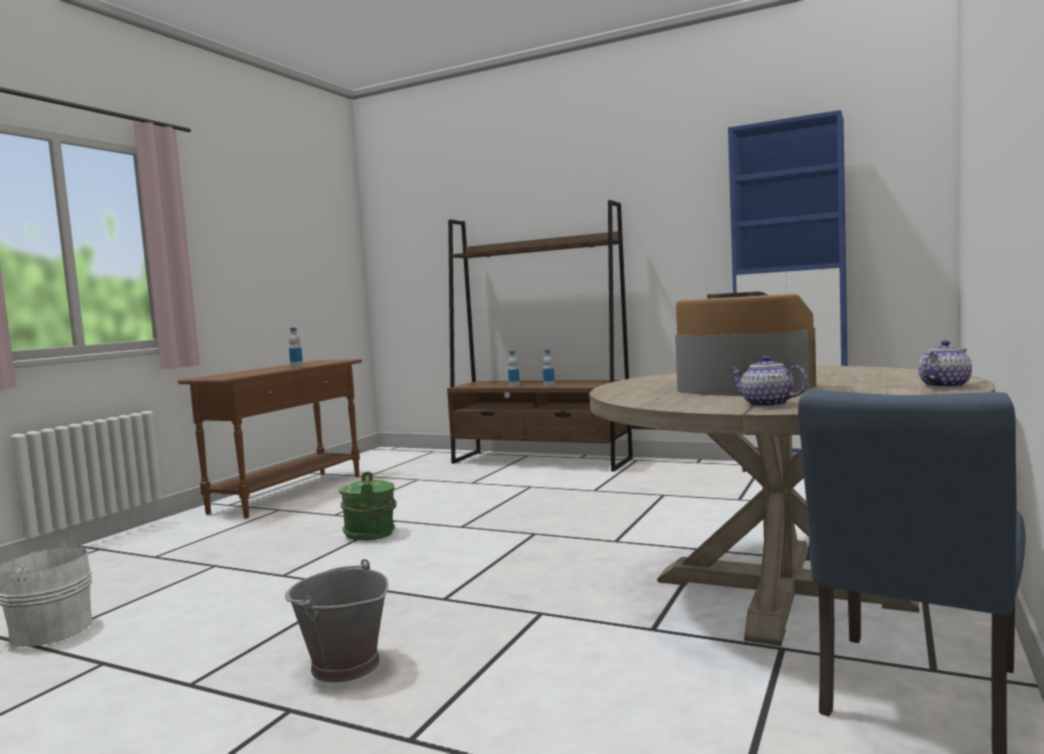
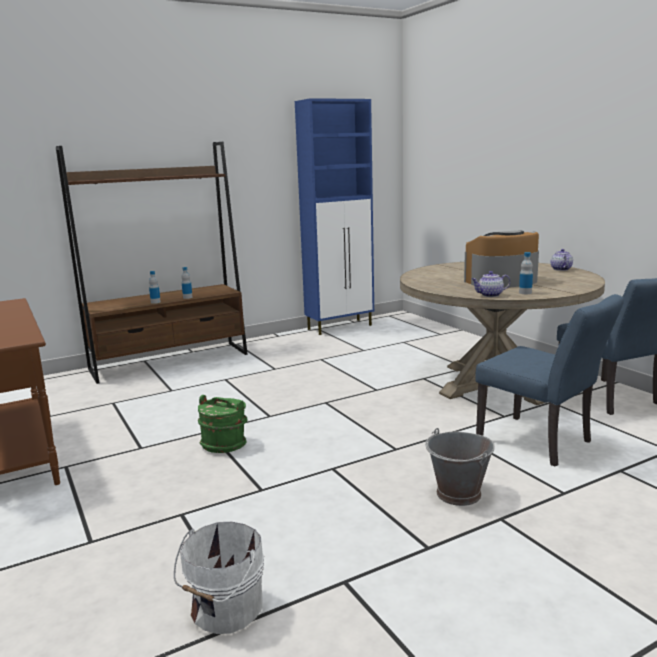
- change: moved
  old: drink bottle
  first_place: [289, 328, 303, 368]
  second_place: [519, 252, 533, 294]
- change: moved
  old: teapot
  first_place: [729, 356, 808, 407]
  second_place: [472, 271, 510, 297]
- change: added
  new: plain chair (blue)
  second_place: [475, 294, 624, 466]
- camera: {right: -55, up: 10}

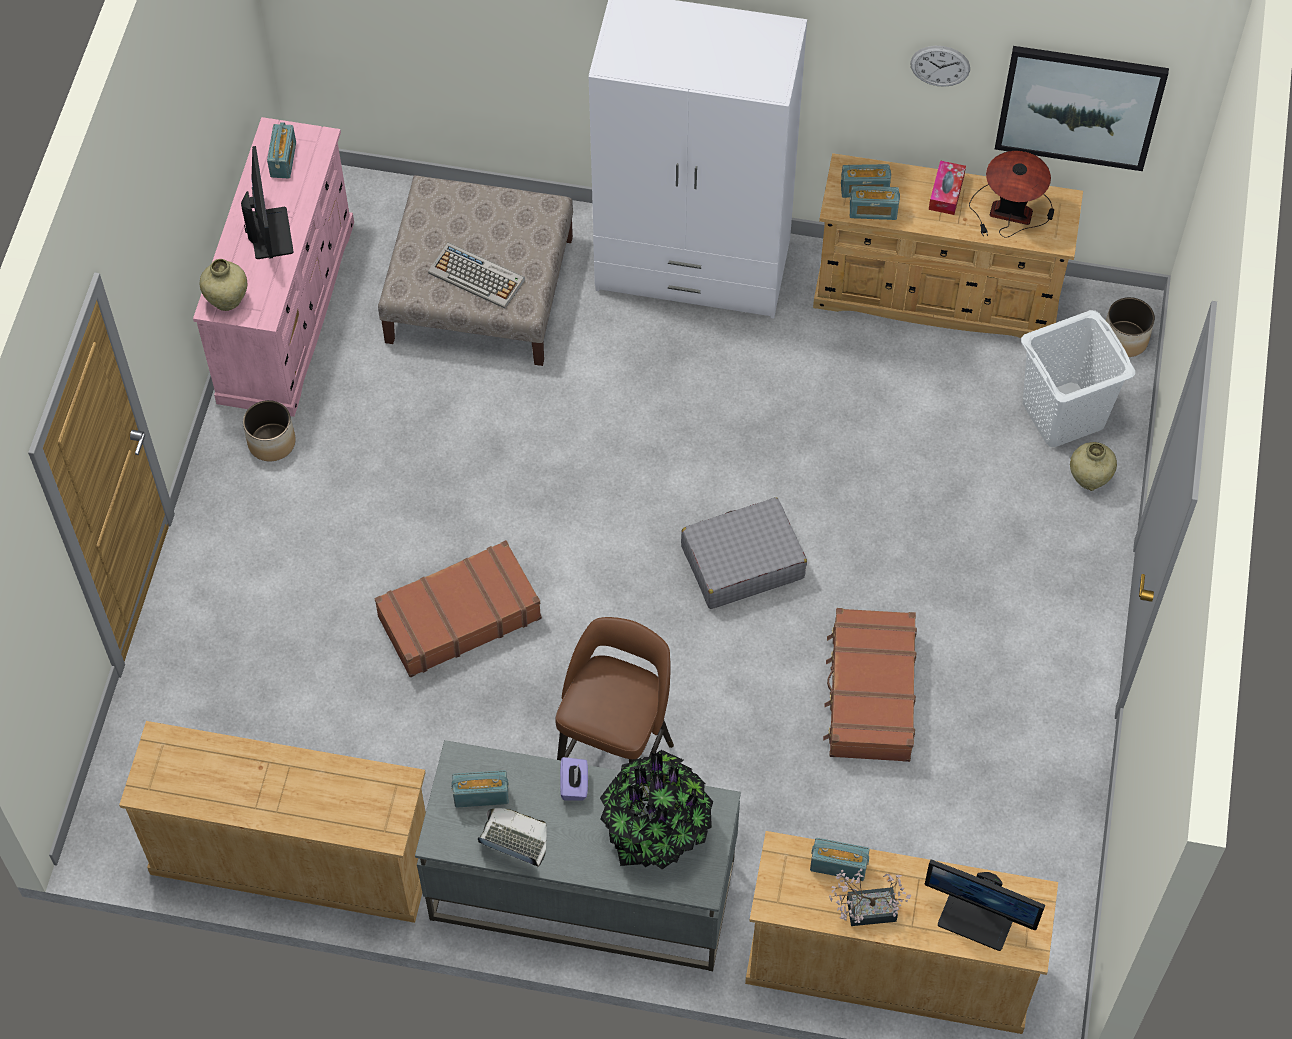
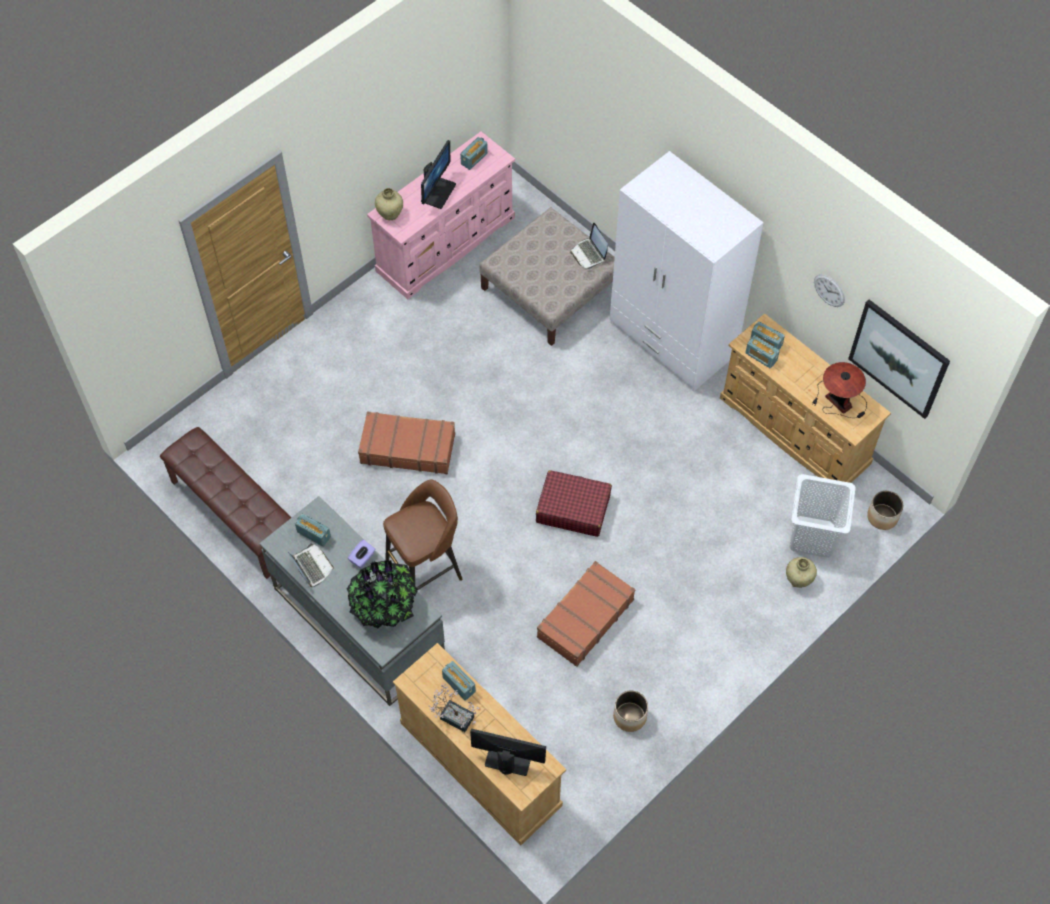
- change: replaced
  old: drawer chest (beige-coloured)
  new: bench (brown-coloured)
  first_place: [119, 721, 426, 923]
  second_place: [160, 427, 291, 579]
- change: moved
  old: planter
  first_place: [243, 400, 296, 461]
  second_place: [613, 691, 648, 732]
- change: removed
  old: PC keyboard
  first_place: [428, 242, 525, 309]
- change: recoloured
  old: travel case (gray)
  new: travel case (red-coloured)
  first_place: [681, 497, 807, 609]
  second_place: [536, 470, 612, 537]
- change: turned
  old: computer screen
  first_place: [925, 860, 1045, 951]
  second_place: [470, 729, 546, 776]
  degrees: 135
- change: removed
  old: tissue box
  first_place: [929, 160, 966, 215]
- change: added
  new: laptop
  second_place: [570, 223, 608, 269]
- camera: {right: 35, up: 0}

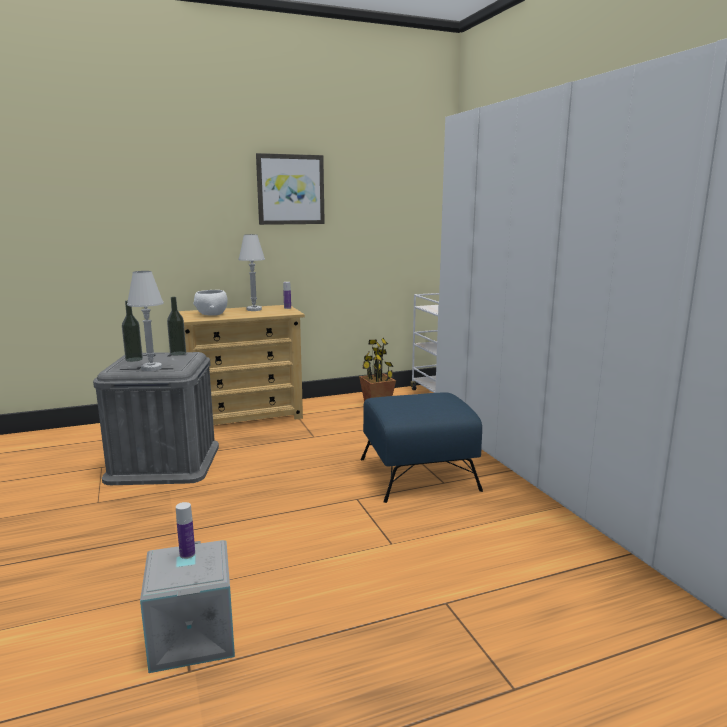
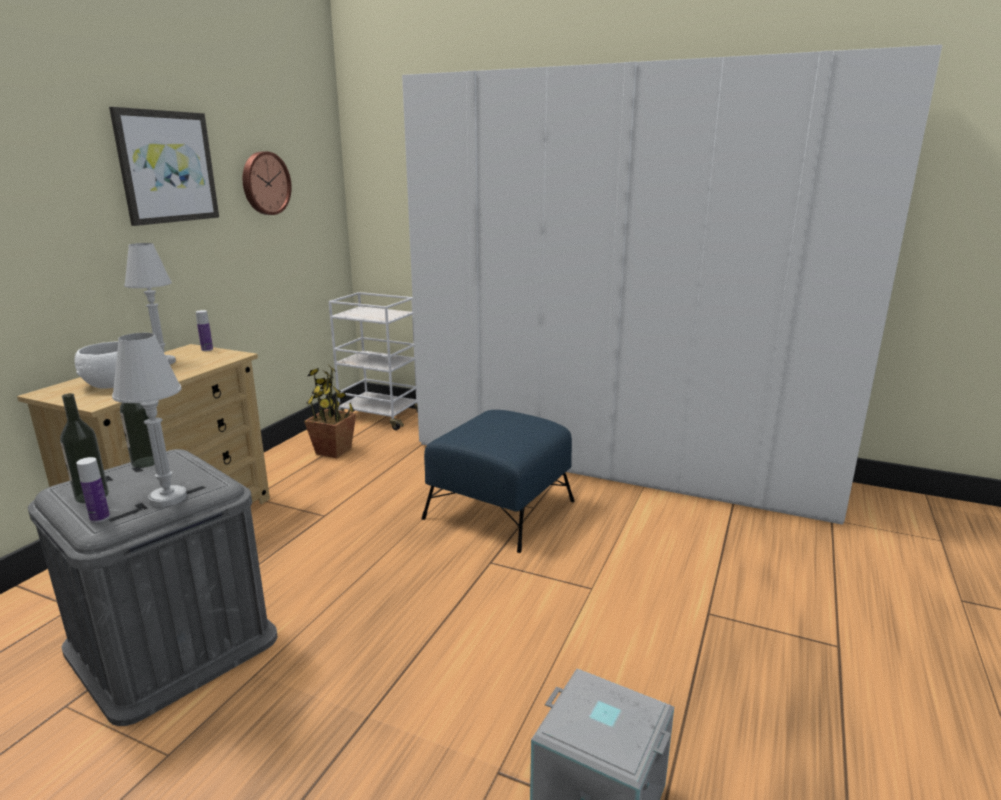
- change: moved
  old: drink bottle
  first_place: [176, 502, 195, 559]
  second_place: [76, 457, 110, 523]
- change: added
  new: clock on the wall
  second_place: [243, 152, 292, 215]
- camera: {right: -45, up: 5}

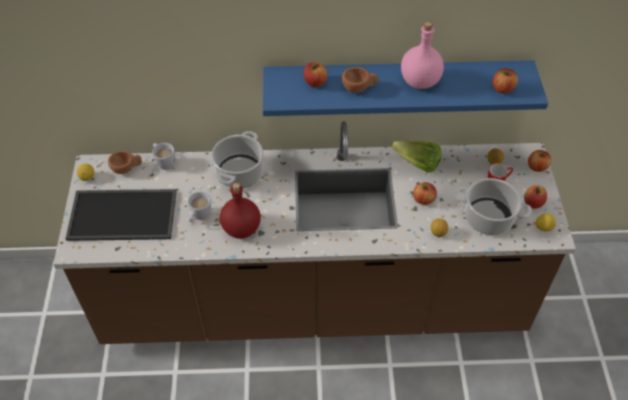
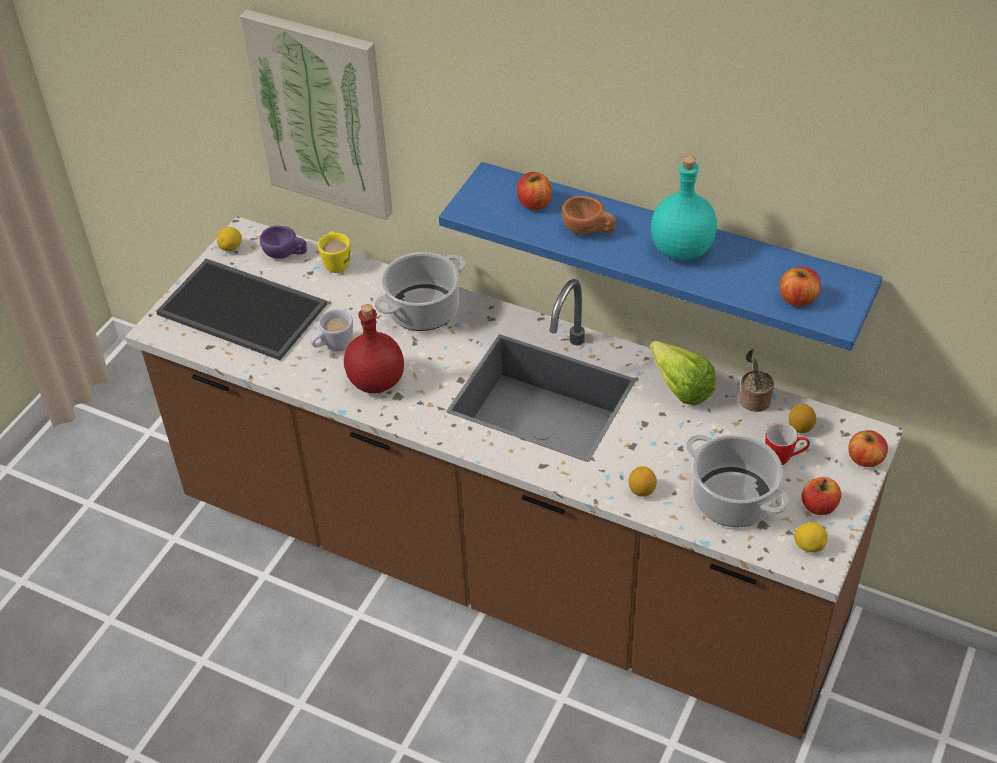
- change: recoloured
  old: drinking cup (brown-coloured)
  new: drinking cup (purple-coloured)
  first_place: [108, 151, 142, 174]
  second_place: [260, 226, 307, 259]
- change: recoloured
  old: coffee mug (white-coloured)
  new: coffee mug (yellow)
  first_place: [152, 143, 175, 170]
  second_place: [318, 231, 350, 273]
- change: recoloured
  old: drink bottle (pink-coloured)
  new: drink bottle (turquoise-coloured)
  first_place: [401, 22, 444, 89]
  second_place: [651, 156, 717, 260]
- change: removed
  old: apple
  first_place: [413, 182, 437, 205]
- change: added
  new: wall art
  second_place: [240, 9, 393, 220]
- change: added
  new: plant in a pot
  second_place: [739, 348, 774, 412]
- camera: {right: 30, up: -5}

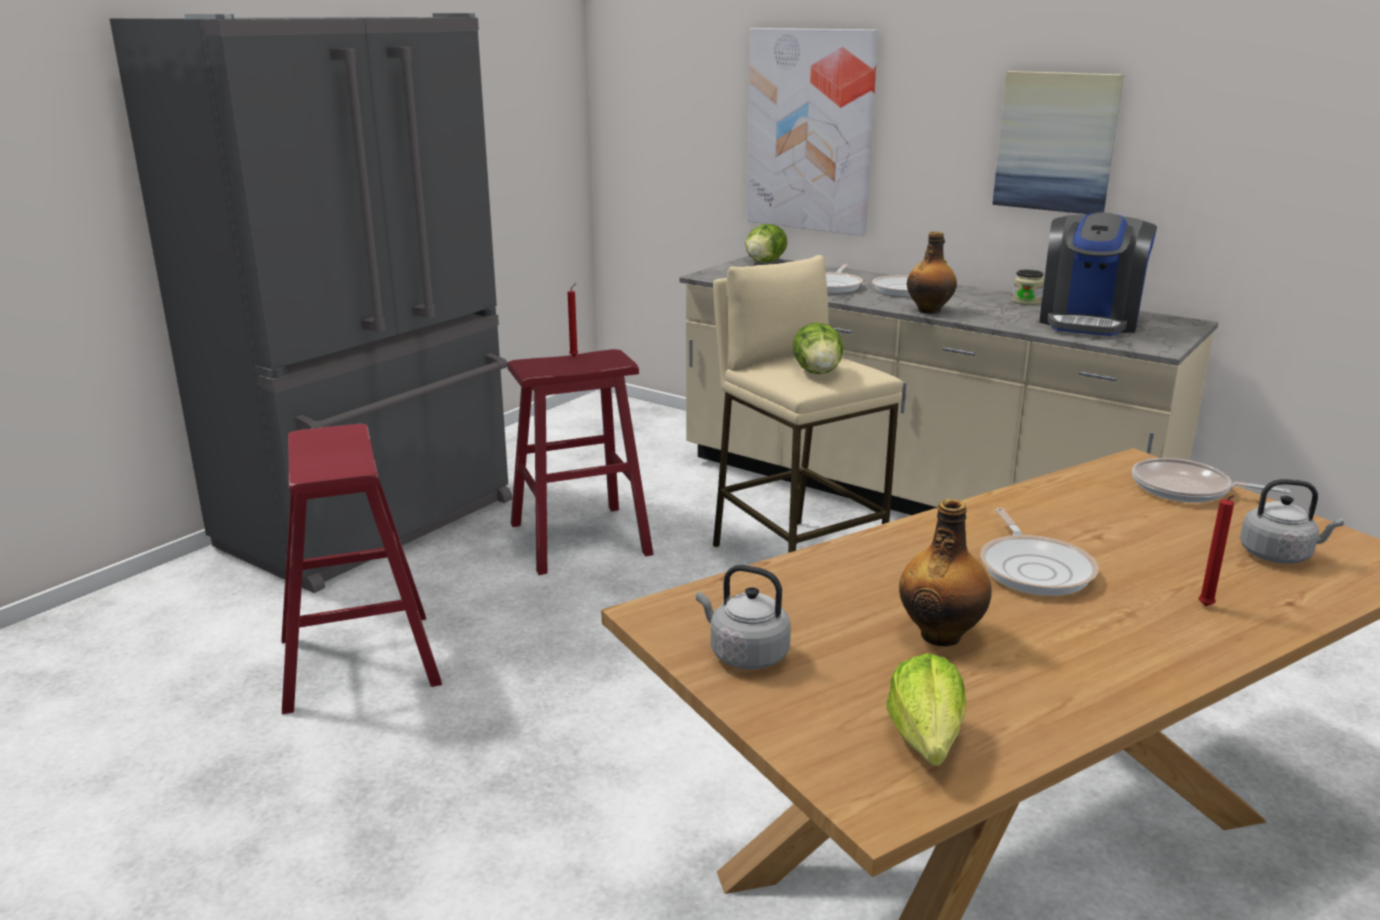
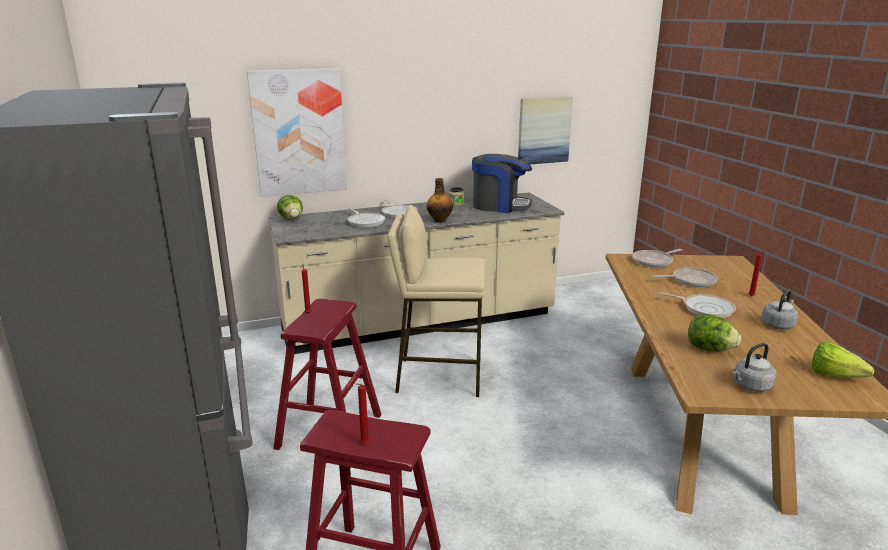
- change: moved
  old: lettuce head
  first_place: [793, 322, 844, 374]
  second_place: [688, 314, 741, 352]
- change: removed
  old: drink bottle
  first_place: [899, 499, 992, 646]
- change: moved
  old: wall art
  first_place: [992, 71, 1124, 214]
  second_place: [518, 96, 573, 165]
- change: turned
  old: coffee brewer
  first_place: [1039, 212, 1157, 336]
  second_place: [472, 154, 532, 213]
  degrees: -45
- change: moved
  old: water kettle (gray)
  first_place: [1240, 479, 1344, 564]
  second_place: [762, 289, 798, 330]
- change: added
  new: wax candle (red-coloured)
  second_place: [356, 383, 369, 444]
- change: added
  new: skillet
  second_place: [652, 267, 717, 287]
- camera: {right: -55, up: 0}

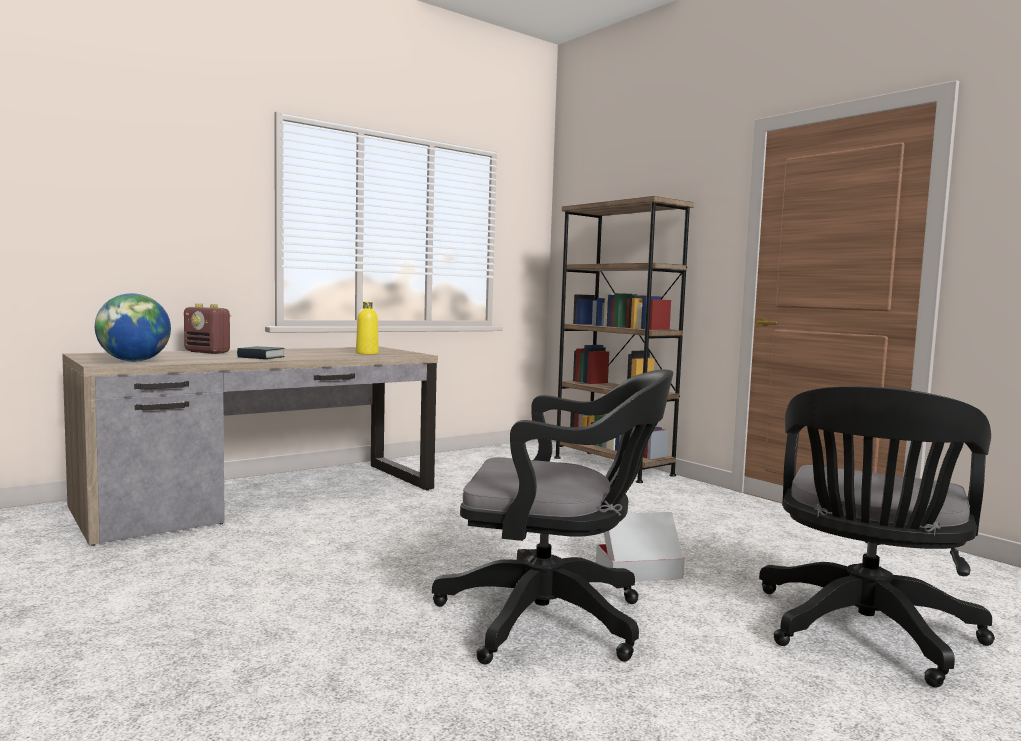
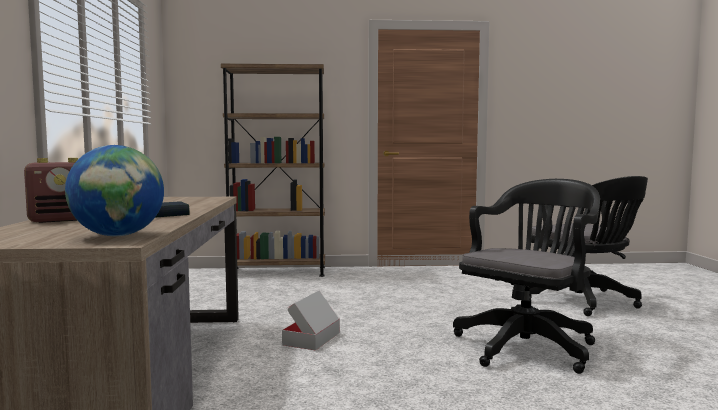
- change: removed
  old: drink bottle (yellow)
  first_place: [356, 302, 379, 355]
- change: moved
  old: cardboard box
  first_place: [596, 512, 685, 581]
  second_place: [282, 291, 340, 351]
- camera: {right: -55, up: 0}

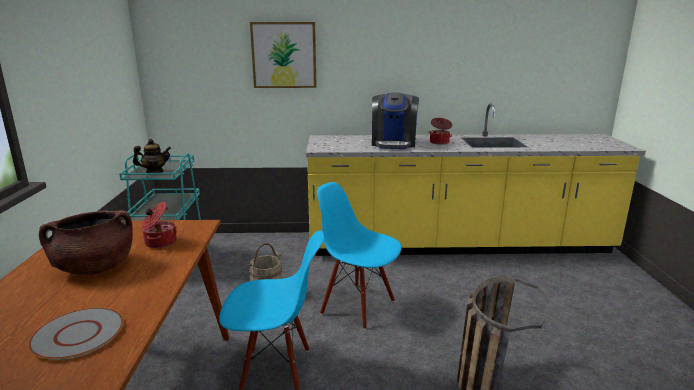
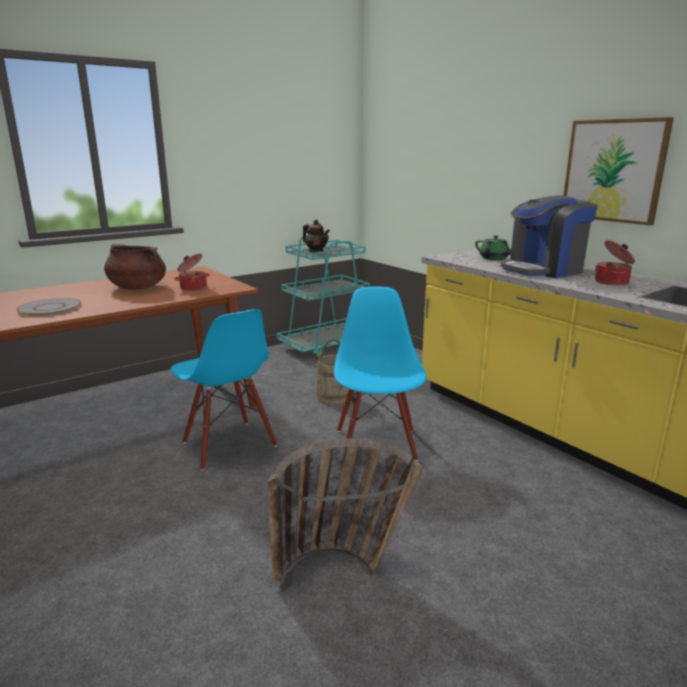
- change: moved
  old: wall art
  first_place: [250, 22, 317, 88]
  second_place: [564, 117, 674, 226]
- change: added
  new: teapot (green)
  second_place: [475, 235, 512, 260]
- camera: {right: 55, up: 0}

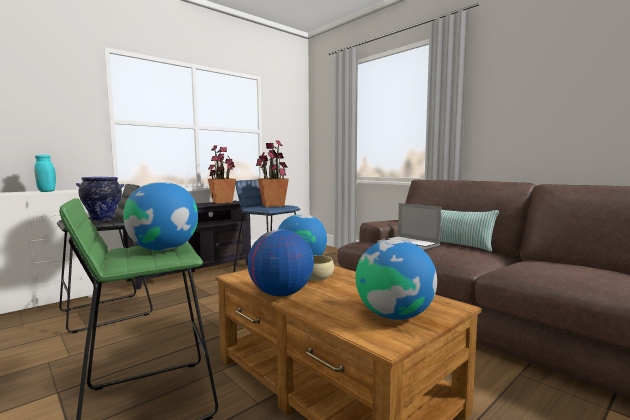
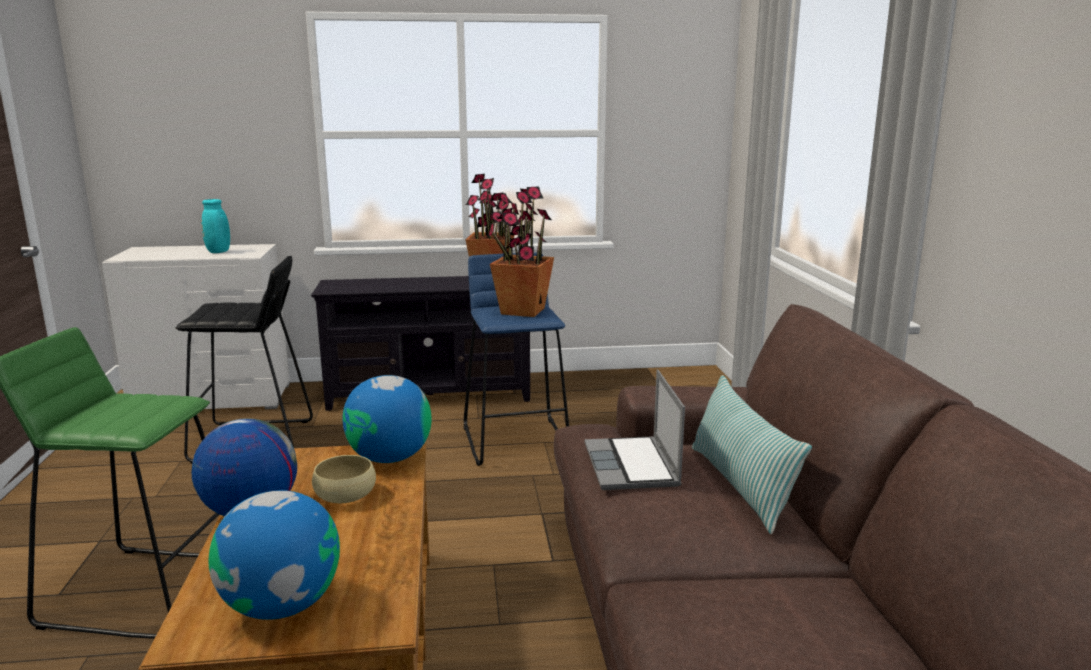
- change: removed
  old: flower vase
  first_place: [76, 177, 124, 221]
- change: removed
  old: globe
  first_place: [123, 182, 198, 251]
- camera: {right: 35, up: 10}

